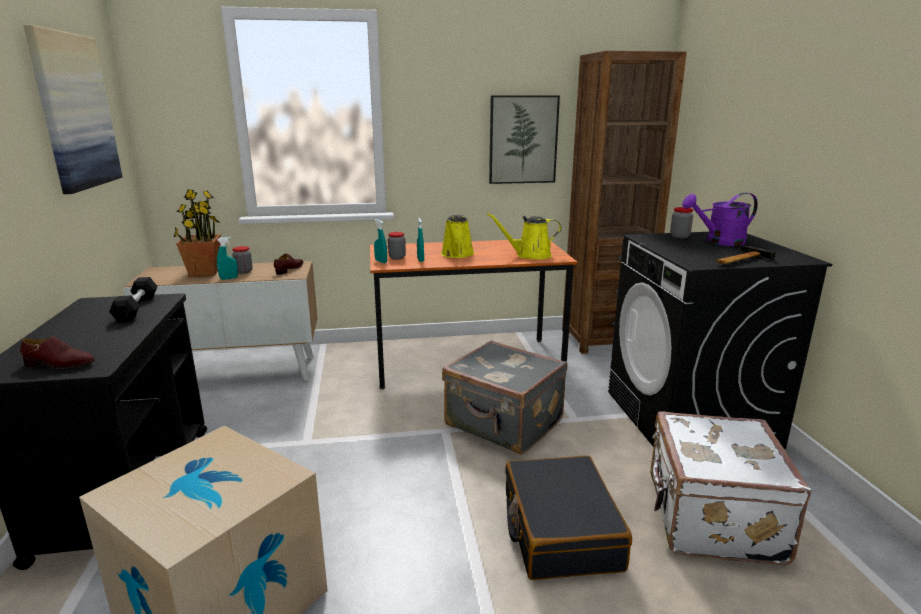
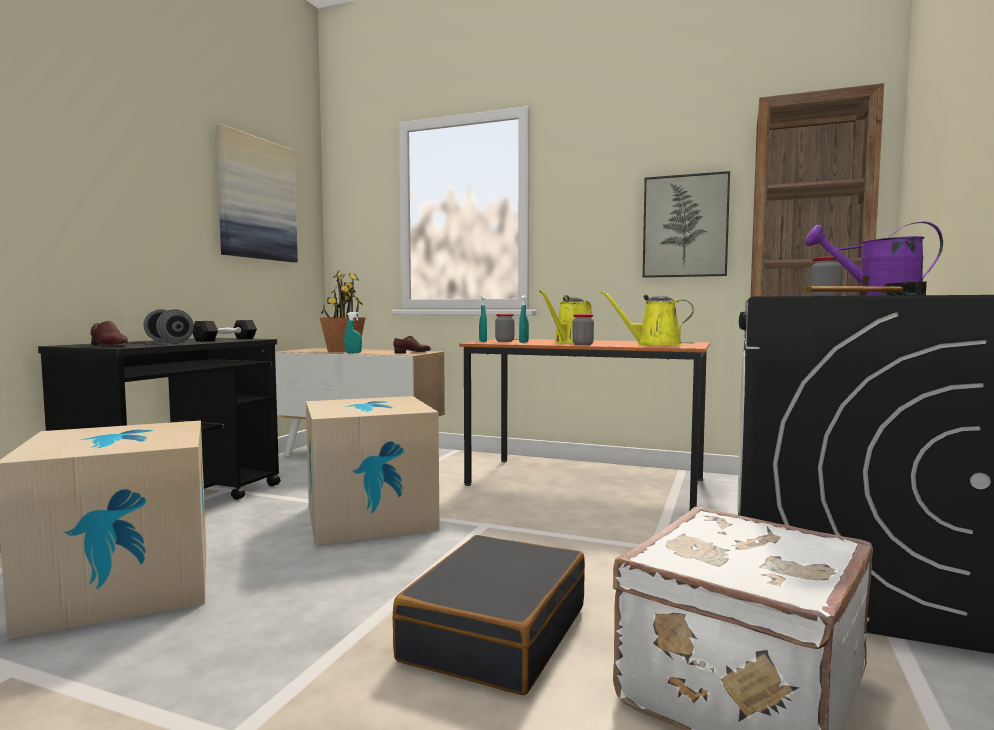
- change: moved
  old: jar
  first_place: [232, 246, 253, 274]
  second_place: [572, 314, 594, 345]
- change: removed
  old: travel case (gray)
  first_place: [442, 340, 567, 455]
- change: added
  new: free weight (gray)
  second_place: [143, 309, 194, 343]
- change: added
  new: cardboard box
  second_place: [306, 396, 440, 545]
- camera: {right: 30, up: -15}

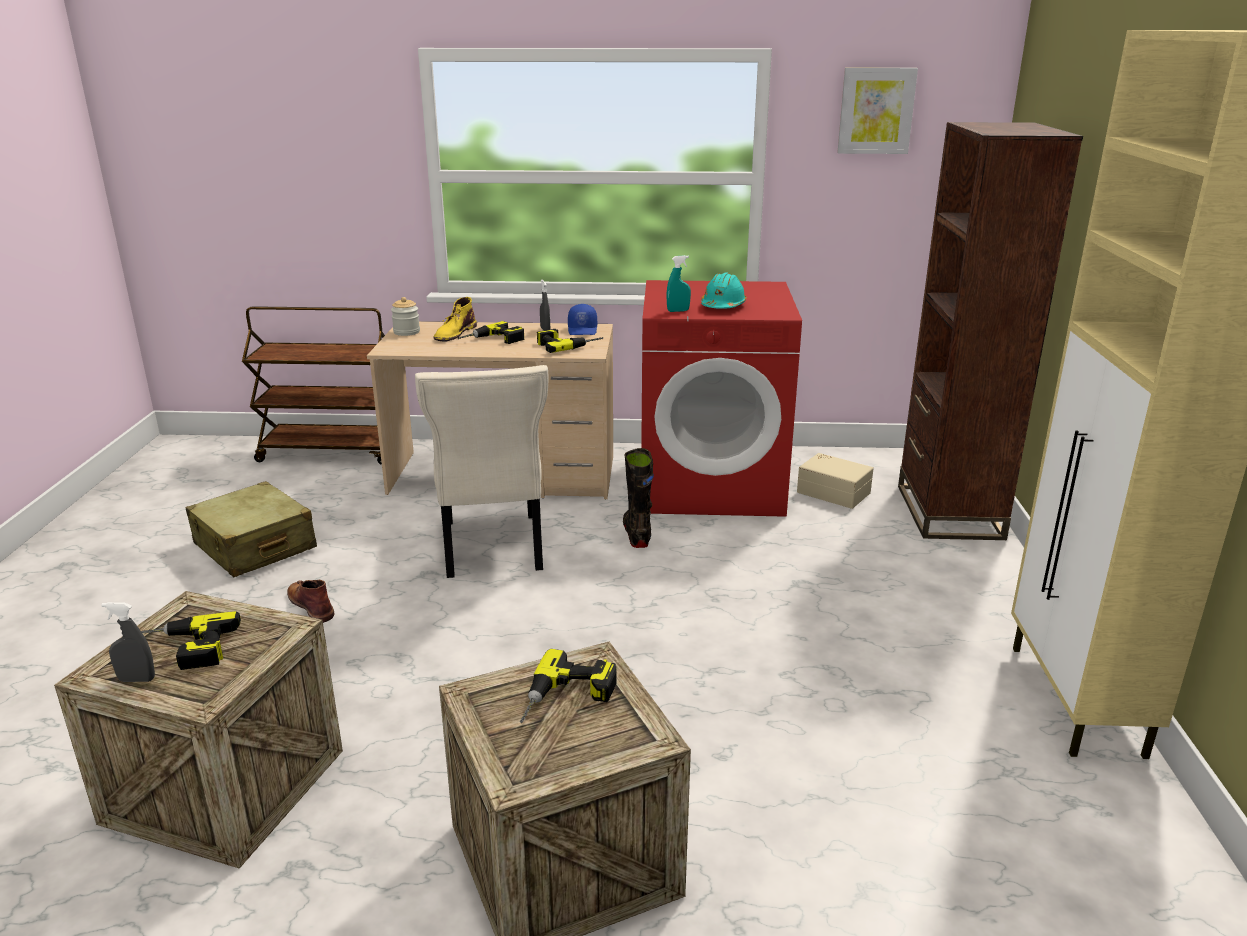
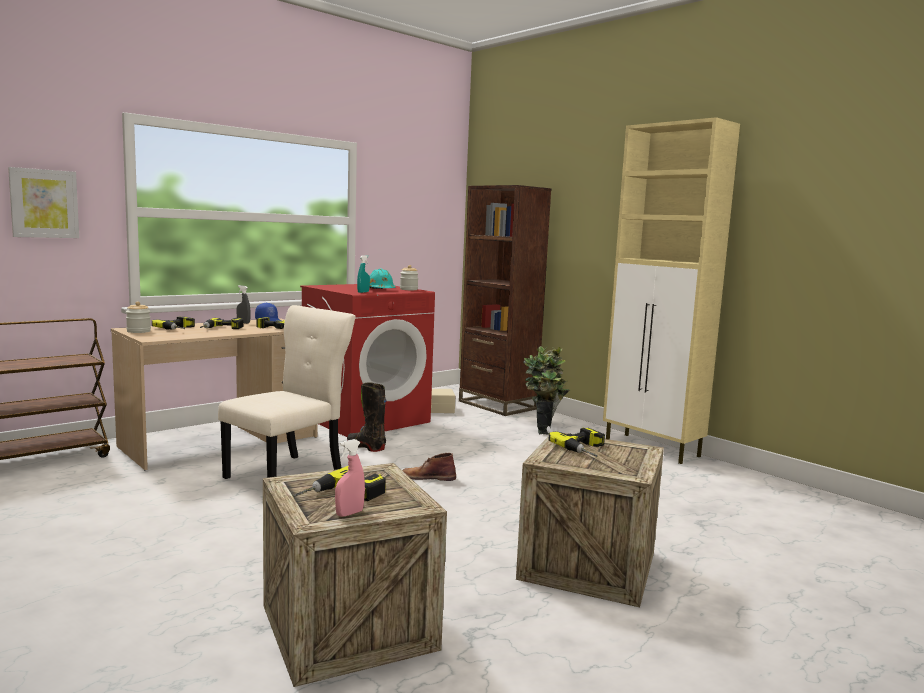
- change: recoloured
  old: hand sprayer (gray)
  new: hand sprayer (pink-coloured)
  first_place: [101, 602, 155, 682]
  second_place: [335, 439, 365, 517]
- change: removed
  old: travel case (beige-coloured)
  first_place: [185, 481, 317, 577]
- change: moved
  old: tall boot (brown-coloured)
  first_place: [287, 580, 334, 623]
  second_place: [402, 453, 456, 481]
- change: turned
  old: plain chair (beige-coloured)
  first_place: [415, 365, 548, 578]
  second_place: [218, 305, 356, 479]
  degrees: -90
- change: replaced
  old: tall boot (yellow)
  new: electric drill
  first_place: [433, 297, 477, 341]
  second_place: [152, 316, 195, 330]
- change: moved
  old: wall art
  first_place: [837, 68, 918, 154]
  second_place: [8, 167, 79, 238]
- change: added
  new: jar
  second_place: [400, 265, 419, 290]
- change: added
  new: plant in a pot
  second_place: [524, 346, 570, 435]
- camera: {right: -45, up: -15}

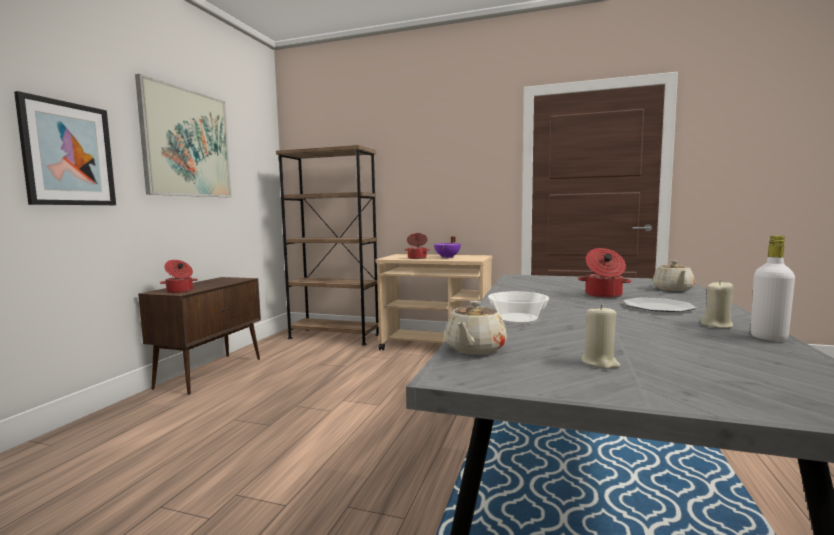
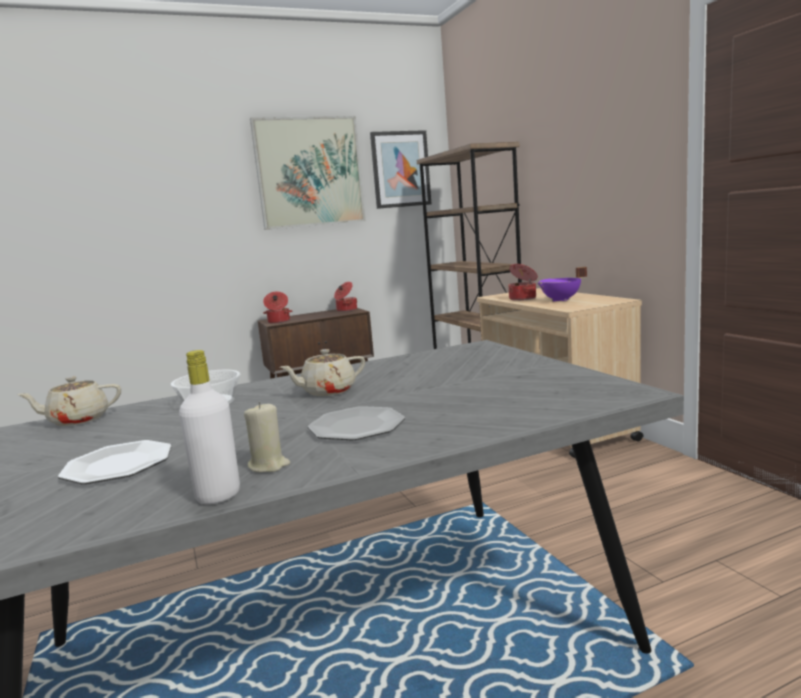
- change: moved
  old: wall art
  first_place: [14, 91, 116, 205]
  second_place: [370, 130, 431, 209]
- change: moved
  old: stockpot
  first_place: [578, 248, 632, 298]
  second_place: [334, 282, 357, 312]
- change: removed
  old: wax candle (beige-coloured)
  first_place: [581, 304, 621, 369]
- change: moved
  old: teapot (beige-coloured)
  first_place: [653, 261, 695, 291]
  second_place: [280, 349, 365, 396]
- change: added
  new: dinner plate
  second_place: [58, 440, 172, 484]
- camera: {right: 50, up: 5}

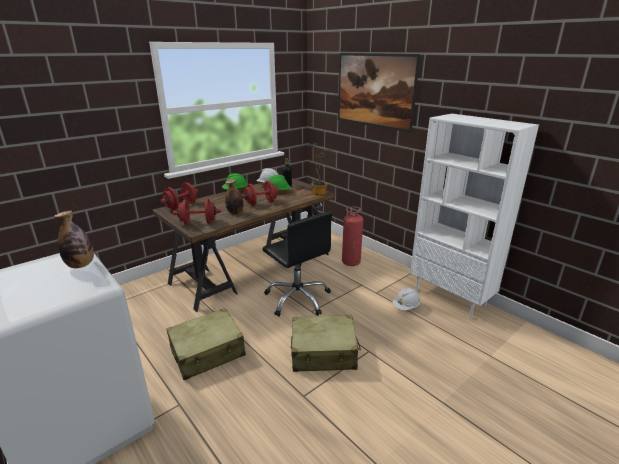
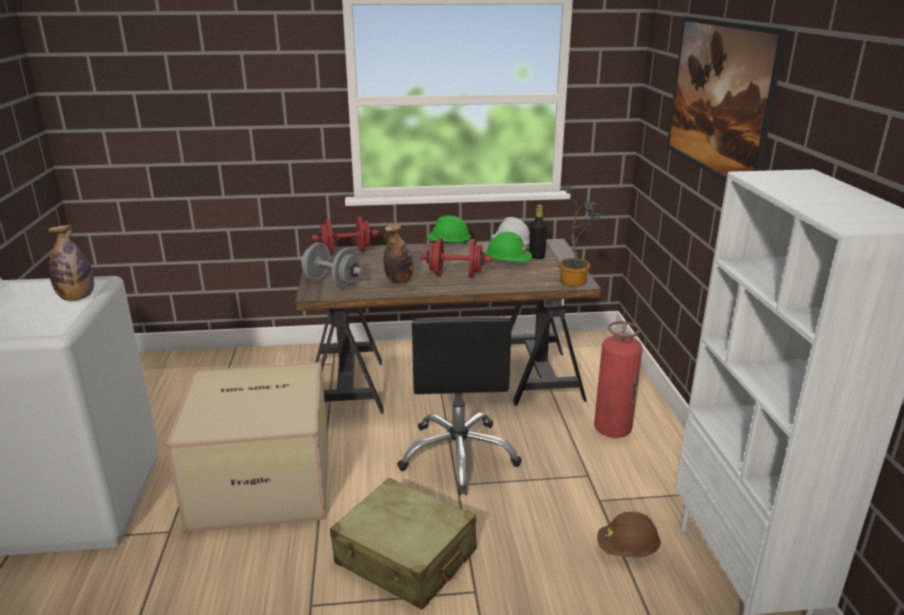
- change: replaced
  old: travel case (beige-coloured)
  new: cardboard box
  first_place: [166, 308, 246, 380]
  second_place: [166, 362, 328, 533]
- change: recoloured
  old: free weight (red-coloured)
  new: free weight (gray)
  first_place: [173, 199, 221, 225]
  second_place: [300, 242, 363, 288]
- change: recoloured
  old: hard hat (white-coloured)
  new: hard hat (brown-coloured)
  first_place: [392, 288, 420, 310]
  second_place: [597, 512, 661, 557]
- camera: {right: 35, up: 0}

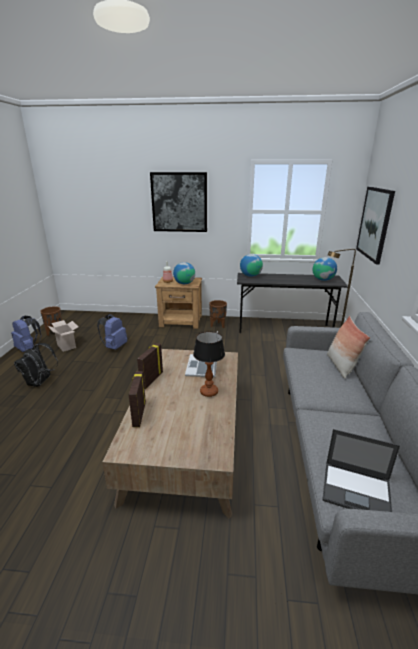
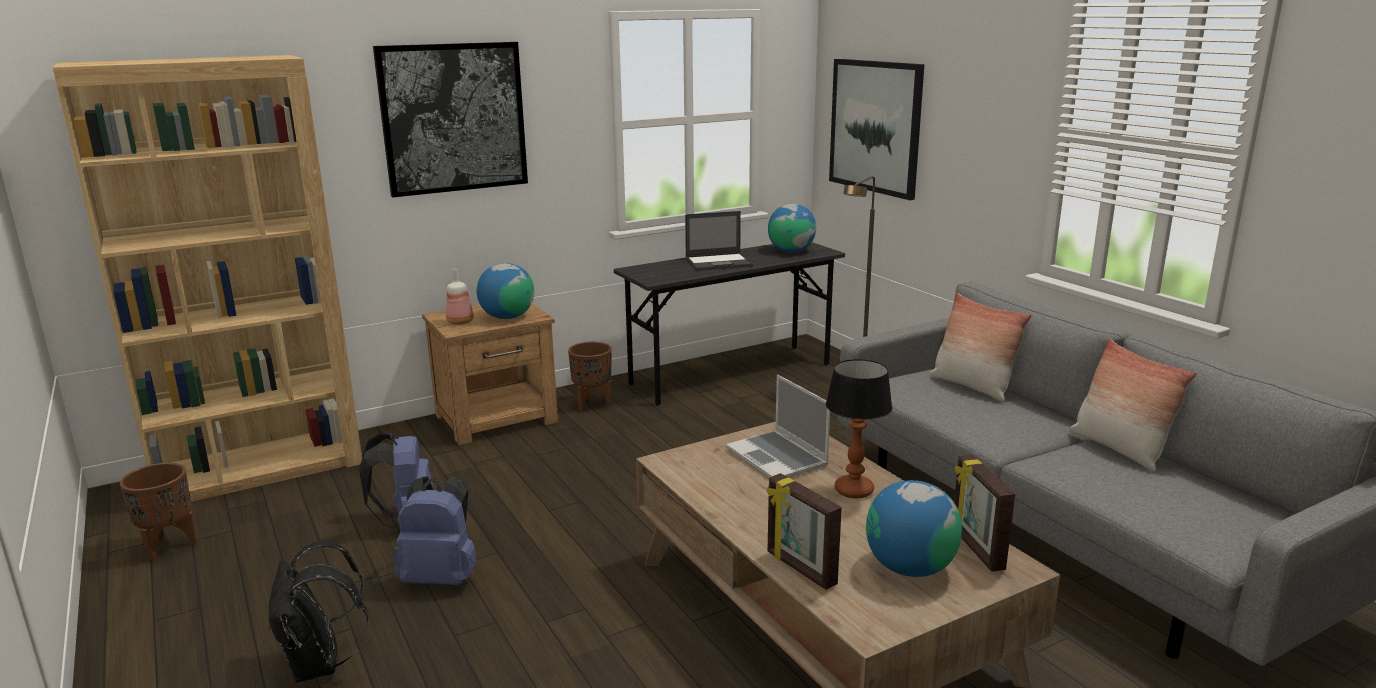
- change: moved
  old: knapsack (blue)
  first_place: [11, 315, 41, 352]
  second_place: [393, 477, 477, 585]
- change: removed
  old: cardboard box
  first_place: [48, 320, 78, 352]
- change: moved
  old: standing frame
  first_place: [137, 343, 163, 389]
  second_place: [954, 455, 1015, 572]
- change: moved
  old: globe
  first_place: [240, 254, 263, 277]
  second_place: [866, 480, 962, 577]
- change: moved
  old: laptop
  first_place: [322, 429, 400, 512]
  second_place: [685, 211, 753, 271]
- change: added
  new: shelving unit (brown-coloured)
  second_place: [52, 55, 362, 502]
- change: added
  new: cushion
  second_place: [1069, 338, 1197, 472]
- camera: {right: -35, up: -5}

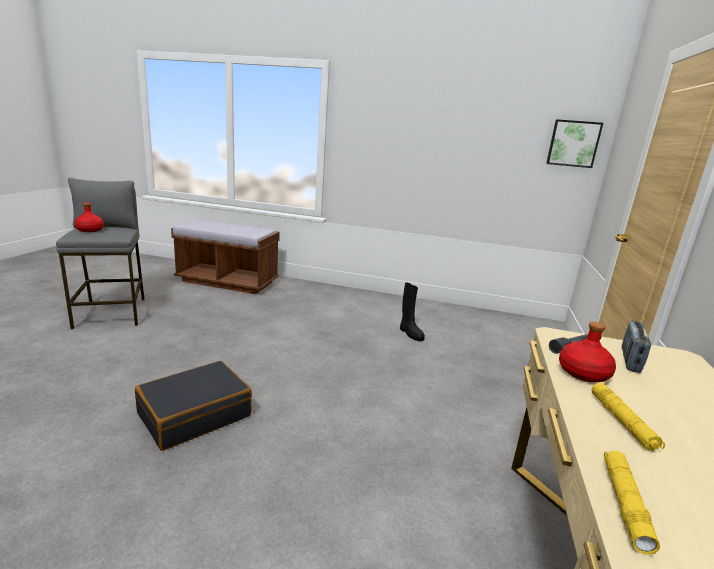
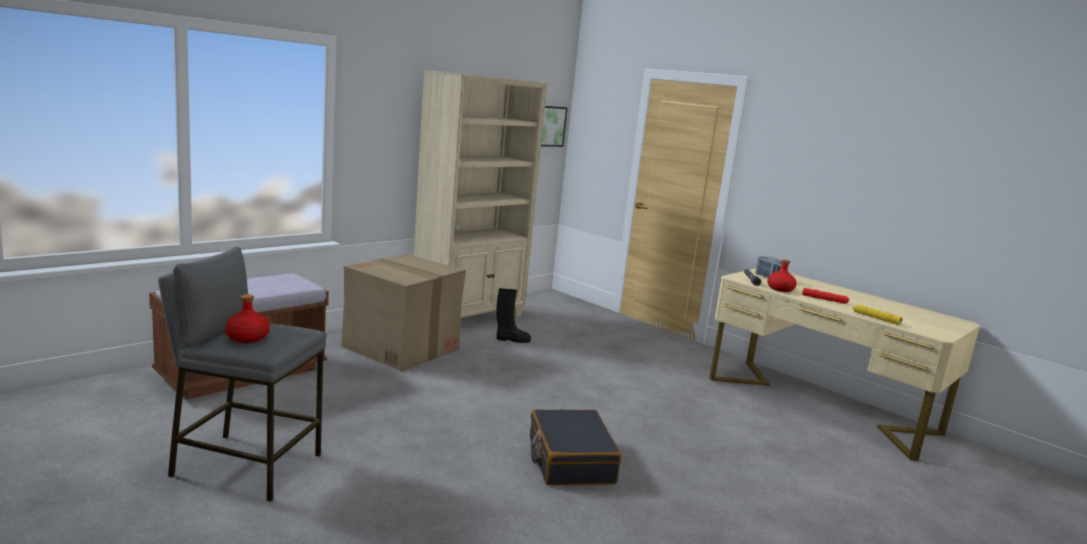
- change: recoloured
  old: flashlight (yellow)
  new: flashlight (red-coloured)
  first_place: [592, 383, 665, 451]
  second_place: [802, 288, 849, 304]
- change: added
  new: cardboard box
  second_place: [341, 254, 466, 371]
- change: added
  new: shelving unit (beige-coloured)
  second_place: [414, 70, 547, 318]
- camera: {right: -60, up: -5}

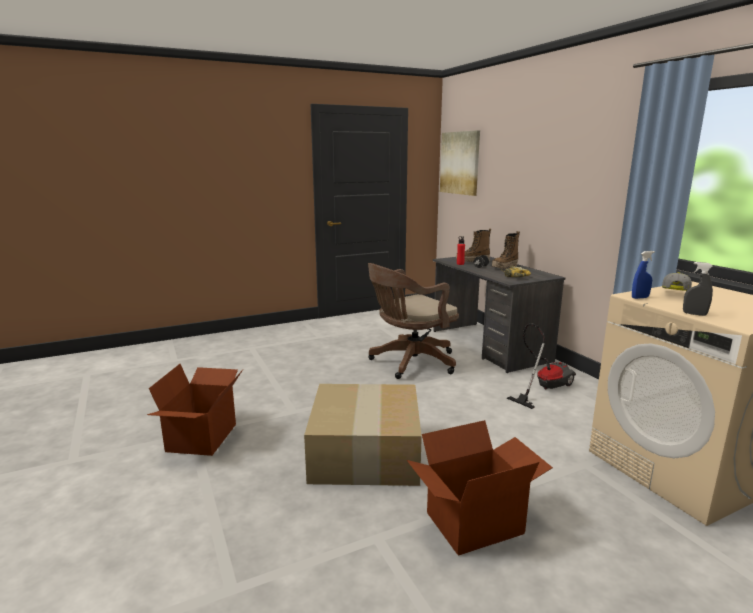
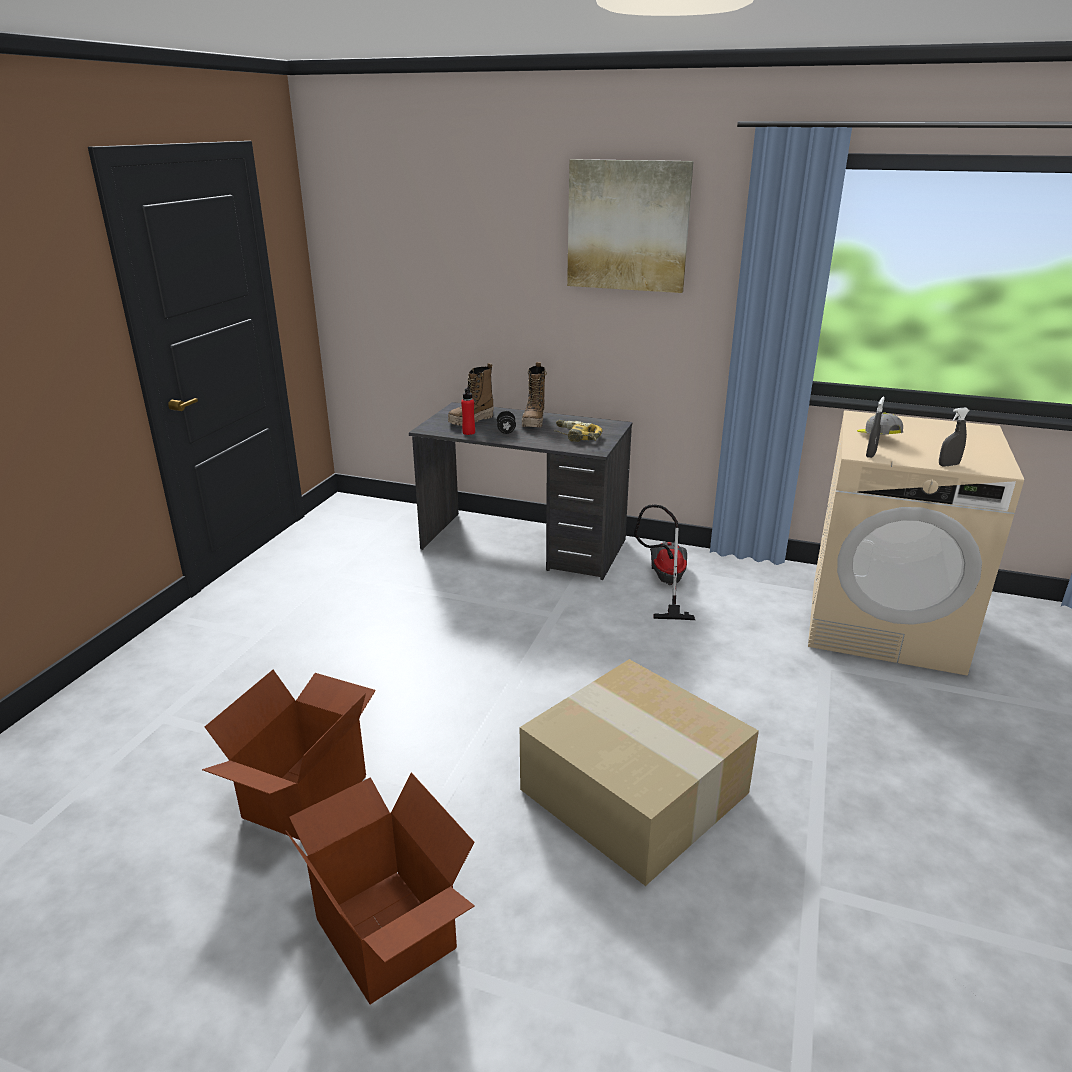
- change: removed
  old: office chair (brown-coloured)
  first_place: [368, 263, 459, 379]
- change: moved
  old: cardboard box
  first_place: [407, 420, 553, 556]
  second_place: [202, 670, 376, 840]
- change: moved
  old: wall art
  first_place: [440, 130, 480, 196]
  second_place: [567, 159, 694, 293]
- change: recoloured
  old: hand sprayer (blue)
  new: hand sprayer (gray)
  first_place: [632, 251, 655, 299]
  second_place: [866, 397, 885, 458]
- camera: {right: -45, up: 10}

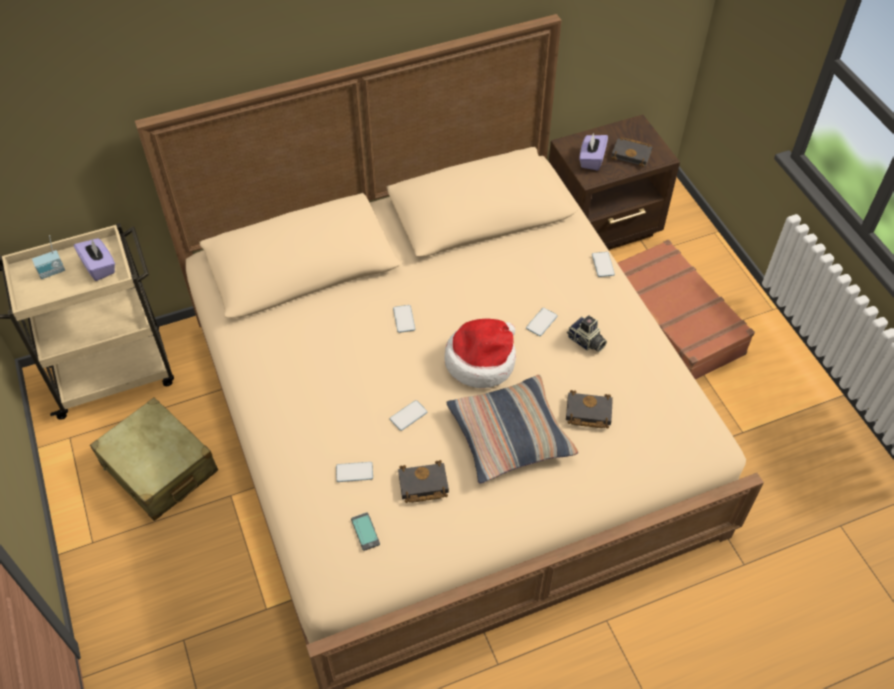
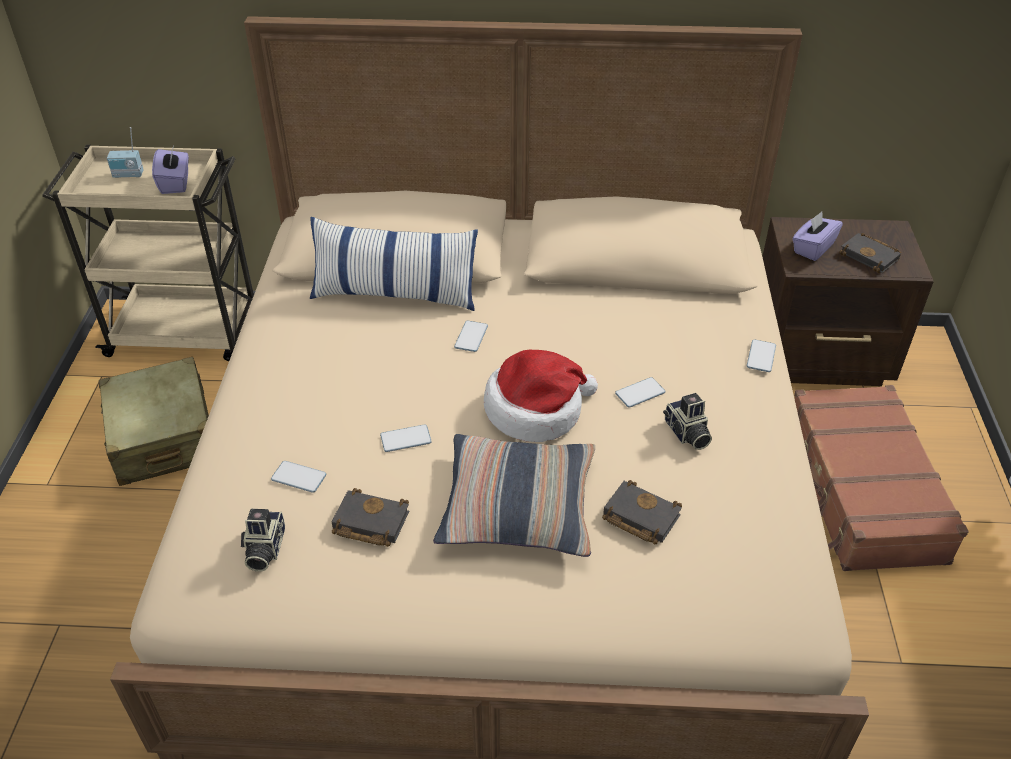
- change: replaced
  old: phone
  new: still camera
  first_place: [351, 513, 380, 551]
  second_place: [241, 509, 285, 572]
- change: added
  new: cushion
  second_place: [310, 217, 478, 311]
- camera: {right: 25, up: -10}

